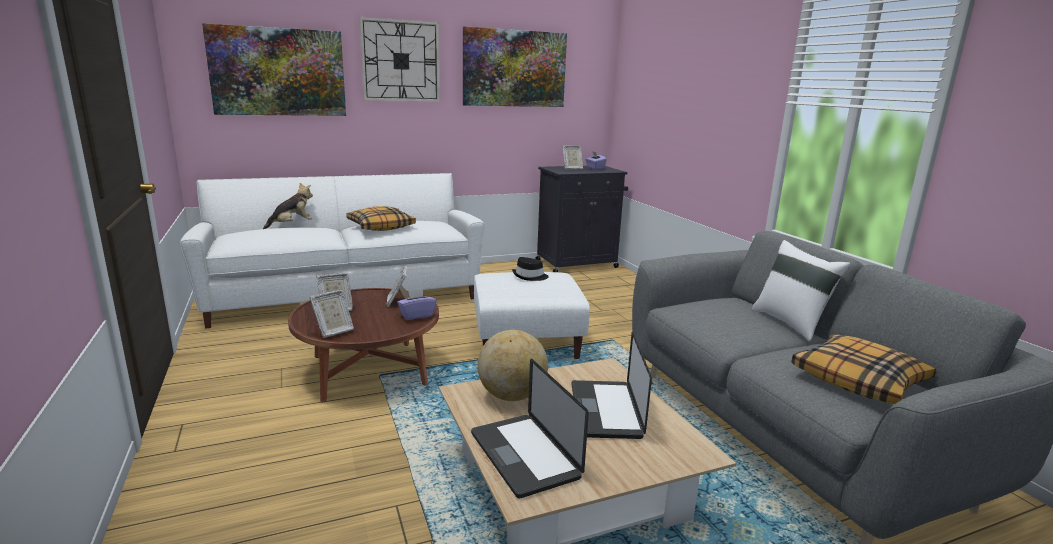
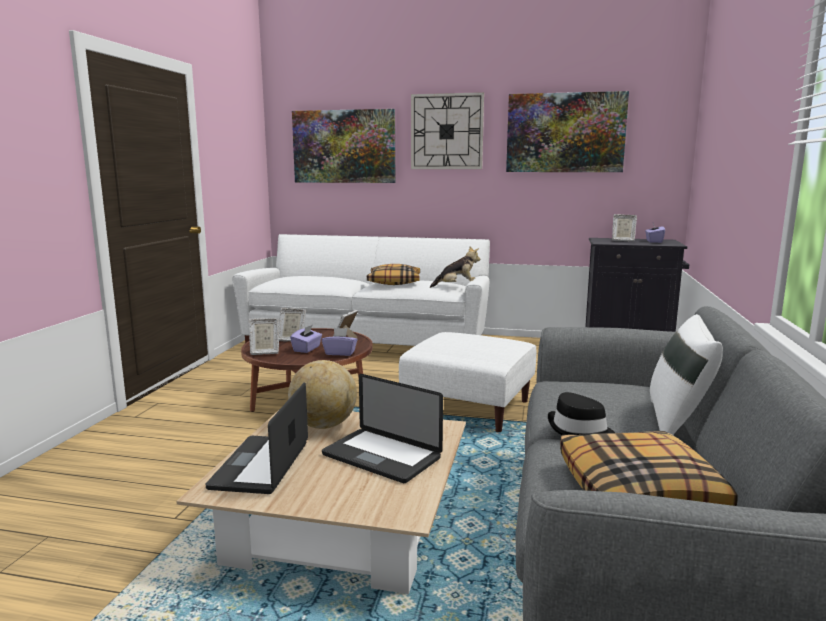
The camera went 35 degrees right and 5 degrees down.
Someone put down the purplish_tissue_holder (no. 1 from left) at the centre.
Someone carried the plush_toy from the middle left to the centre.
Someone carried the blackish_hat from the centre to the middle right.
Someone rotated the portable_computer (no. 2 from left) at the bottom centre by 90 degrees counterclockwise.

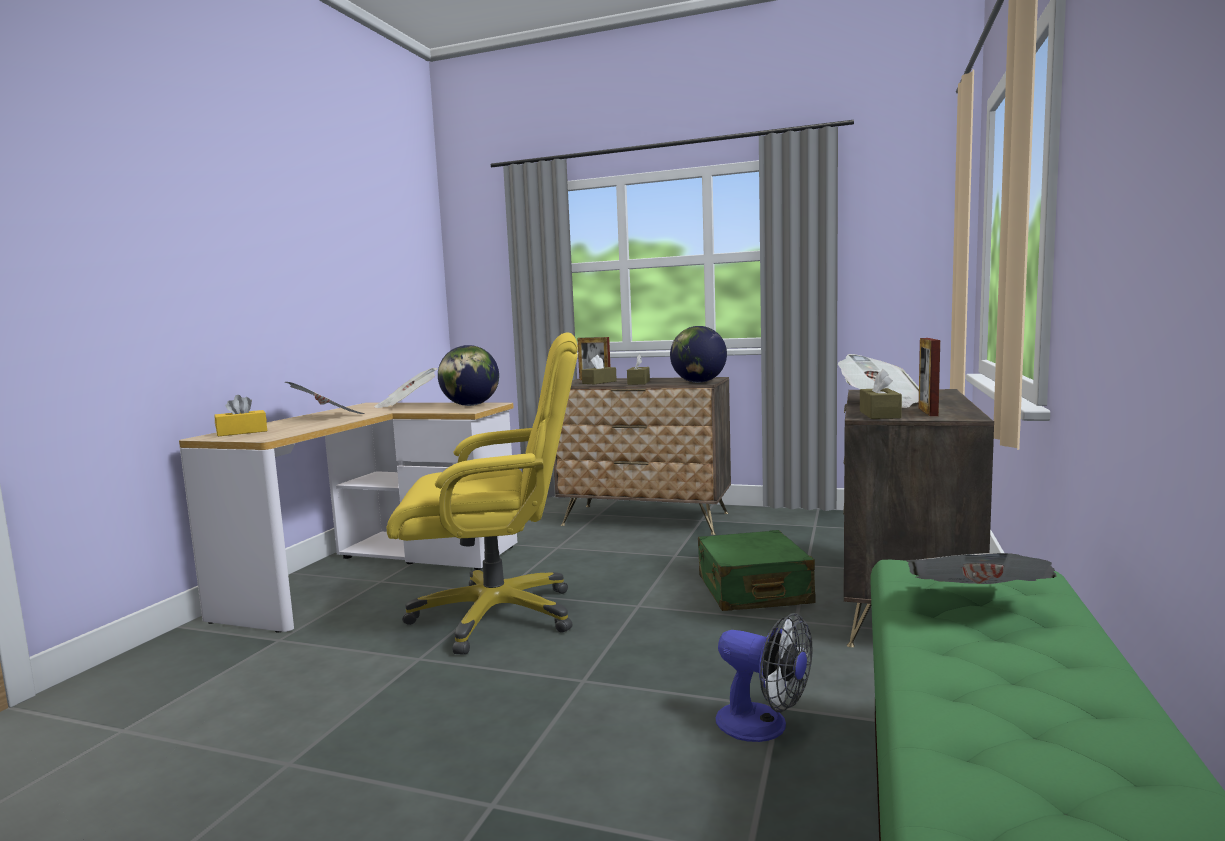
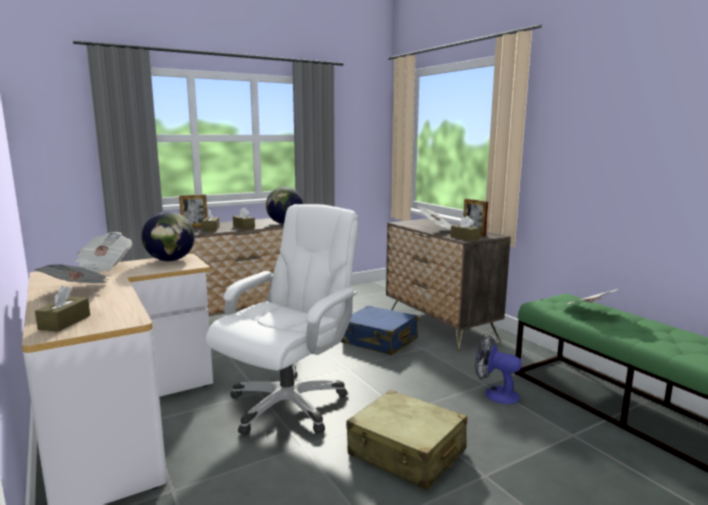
The camera went 50 degrees left and 5 degrees up.
Someone put down the beige-coloured_piece_of_luggage at the bottom centre.
Someone repainted the yellow-coloured_tissue_holder at the middle left, which became the brown-coloured_tissue_holder (no. 1 from left) at the middle left.
Someone repainted the yellow-coloured_computer_chair at the centre, which became the whitish_computer_chair at the centre.
Someone repainted the green_piece_of_luggage at the bottom centre, which became the blue_piece_of_luggage at the centre.
Someone rotated the cooling_fan at the bottom centre by 135 degrees counterclockwise.

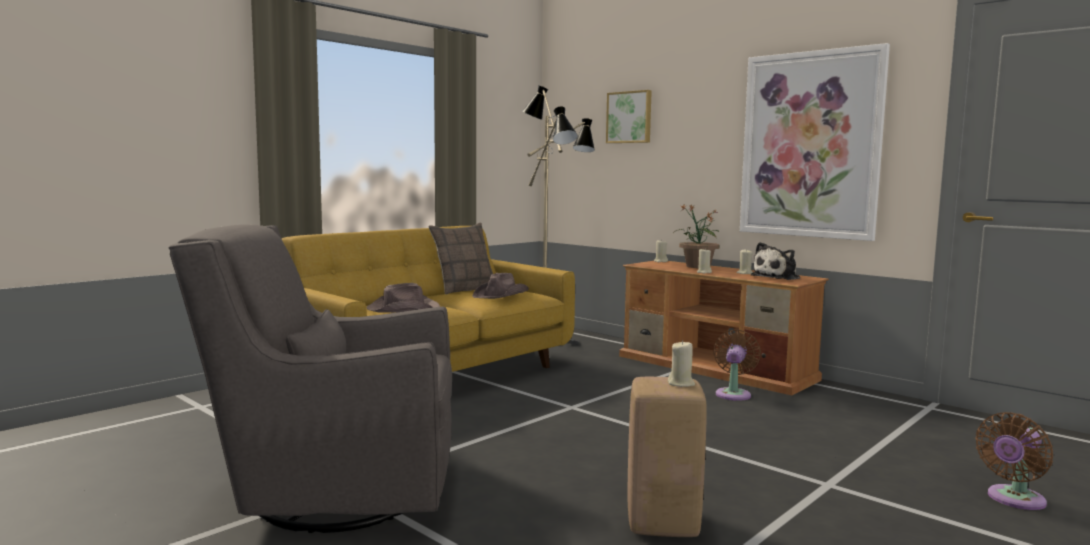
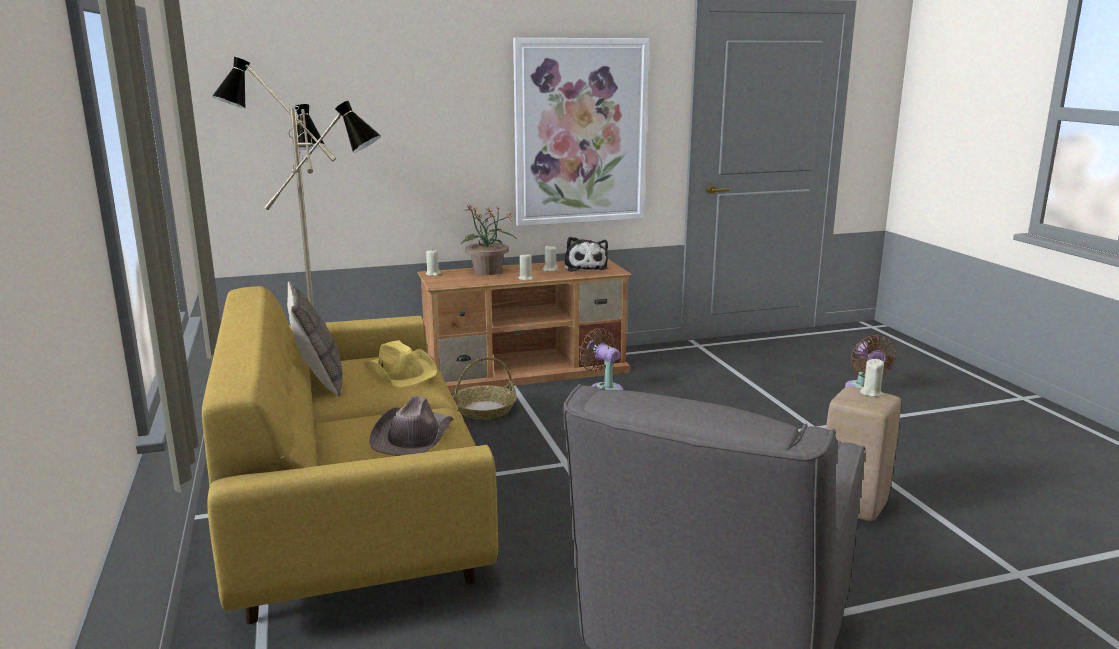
The camera went 60 degrees left and 10 degrees up.
Someone took away the wall_picture (no. 1 from left) at the top centre.
Someone put down the household_basket at the centre.
Someone repainted the brown-coloured_hat (no. 2 from left) at the centre, which became the yellow-coloured_hat at the centre.

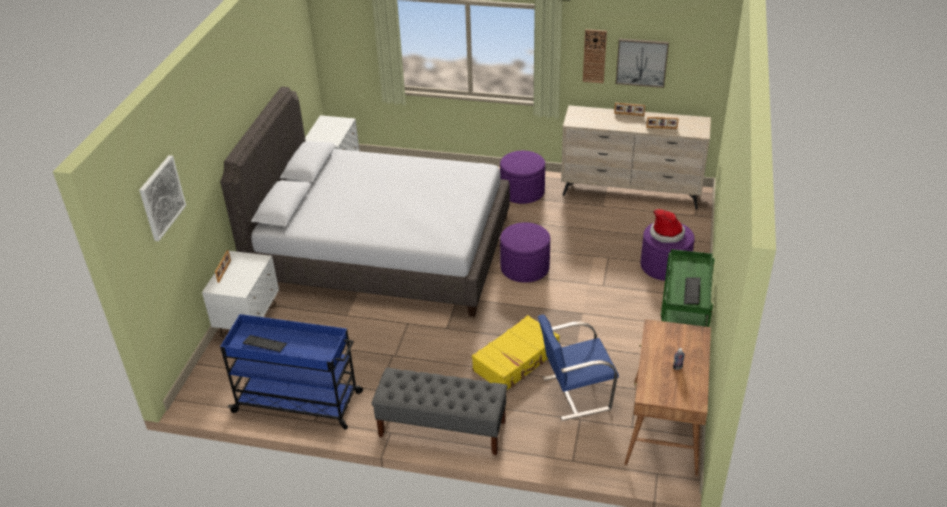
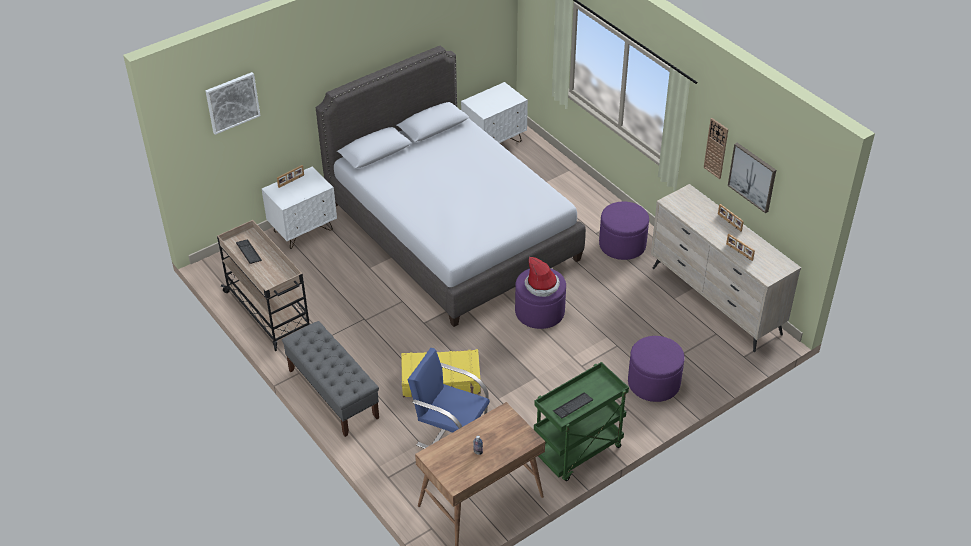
The camera went 40 degrees right and 5 degrees up.
Someone carried the hat from the middle right to the centre.
Someone repainted the blue_trolley at the bottom left, which became the beige-coloured_trolley at the middle left.

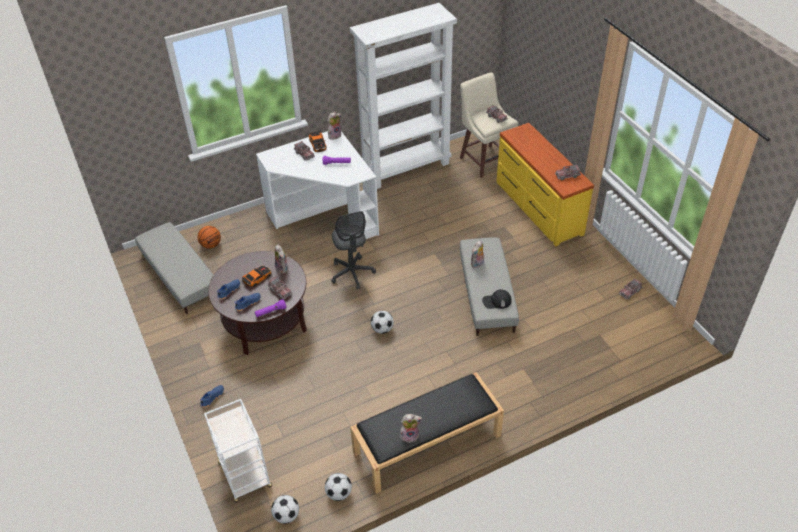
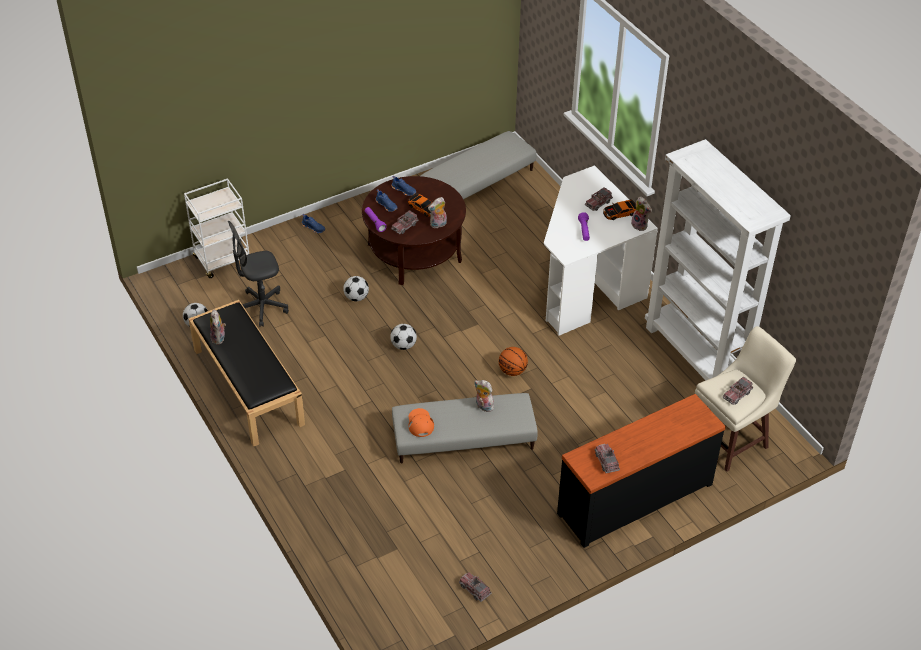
The camera went 85 degrees right and 0 degrees up.
Someone carried the basketball from the middle left to the centre.
Someone carried the football_ball (no. 1 from left in the first image) from the bottom centre to the centre.
Someone carried the gray_computer_chair from the centre to the middle left.
Someone repainted the blackish_cap at the centre, which became the orange_cap at the centre.
Someone repainted the yellow-coloured_drawer_chest at the middle right, which became the blackish_drawer_chest at the bottom right.

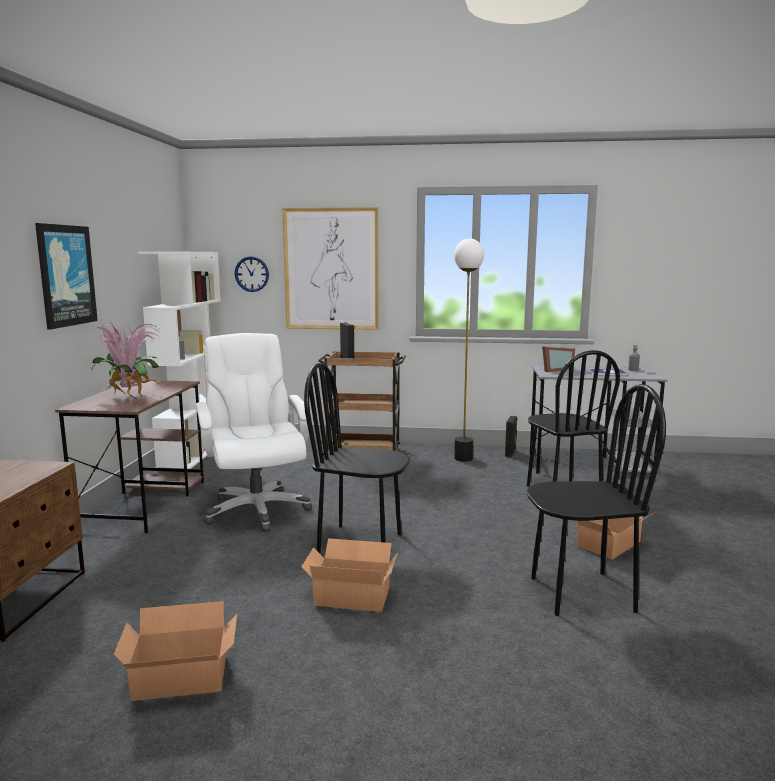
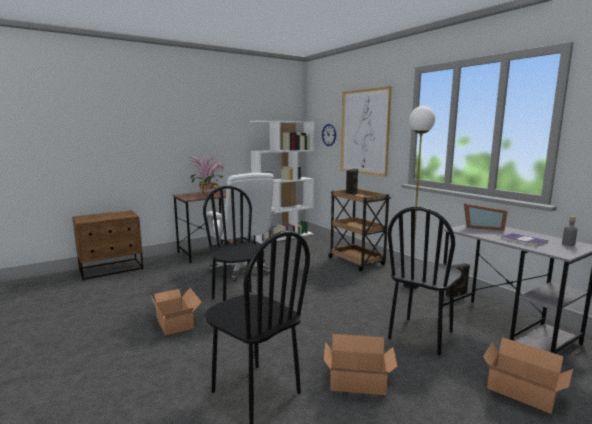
The camera went 50 degrees right and 0 degrees up.
Someone took away the wall_picture (no. 1 from left) at the middle left.
Someone carried the packing_box (no. 1 from left in the first image) from the bottom left to the bottom right.
Someone rotated the whitish_computer_chair at the middle left by 120 degrees clockwise.

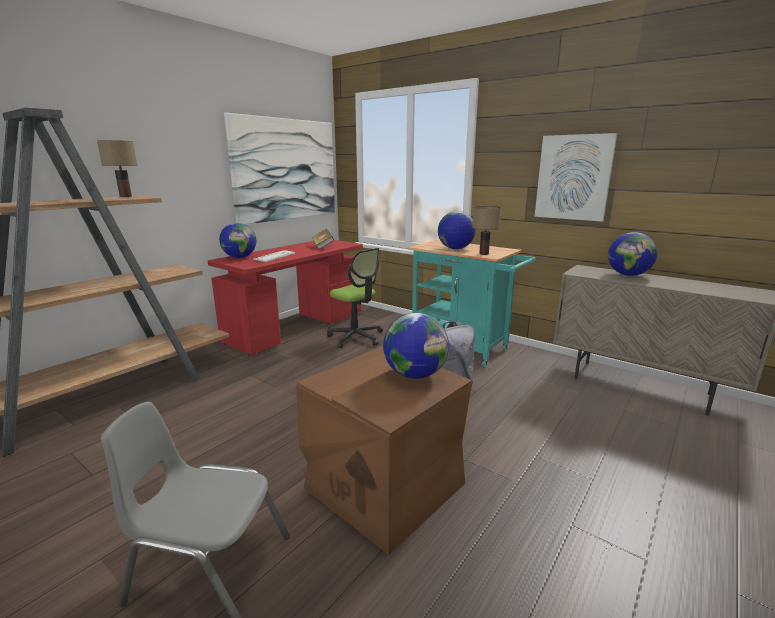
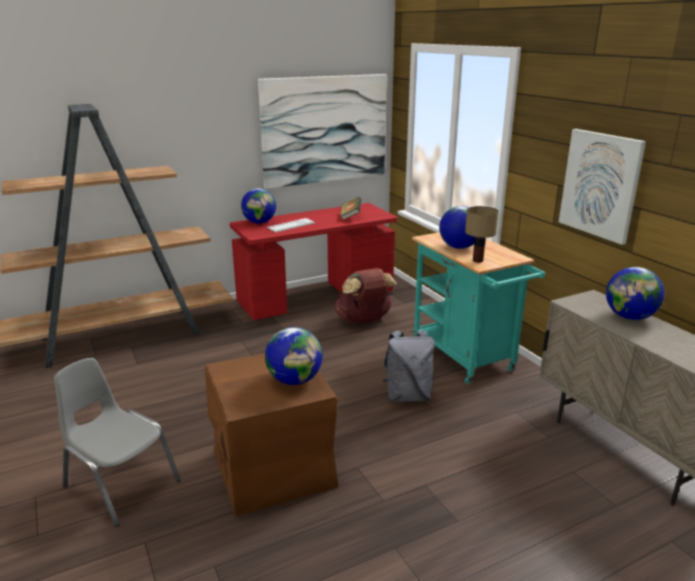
The camera went 25 degrees right and 5 degrees up.
Someone took away the table_lamp (no. 1 from left) at the top left.
Someone swapped the computer_chair at the centre for the brown-coloured_rucksack at the centre.

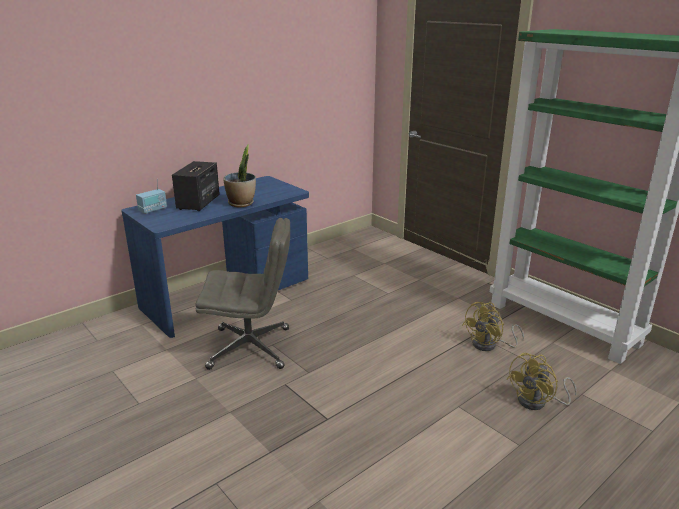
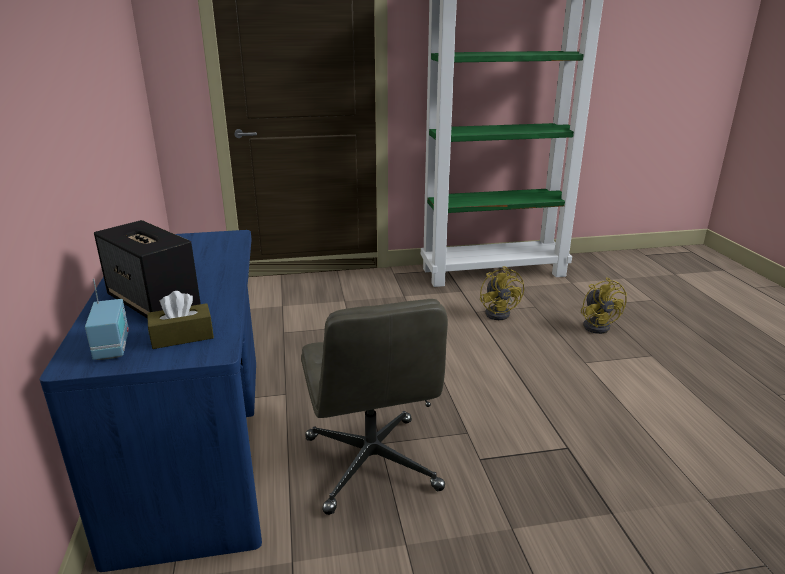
The camera went 60 degrees left and 0 degrees up.
Someone took away the potted_plant at the centre.
Someone put down the brown-coloured_tissue_holder at the middle left.
Someone rotated the gray_computer_chair at the centre by 135 degrees clockwise.

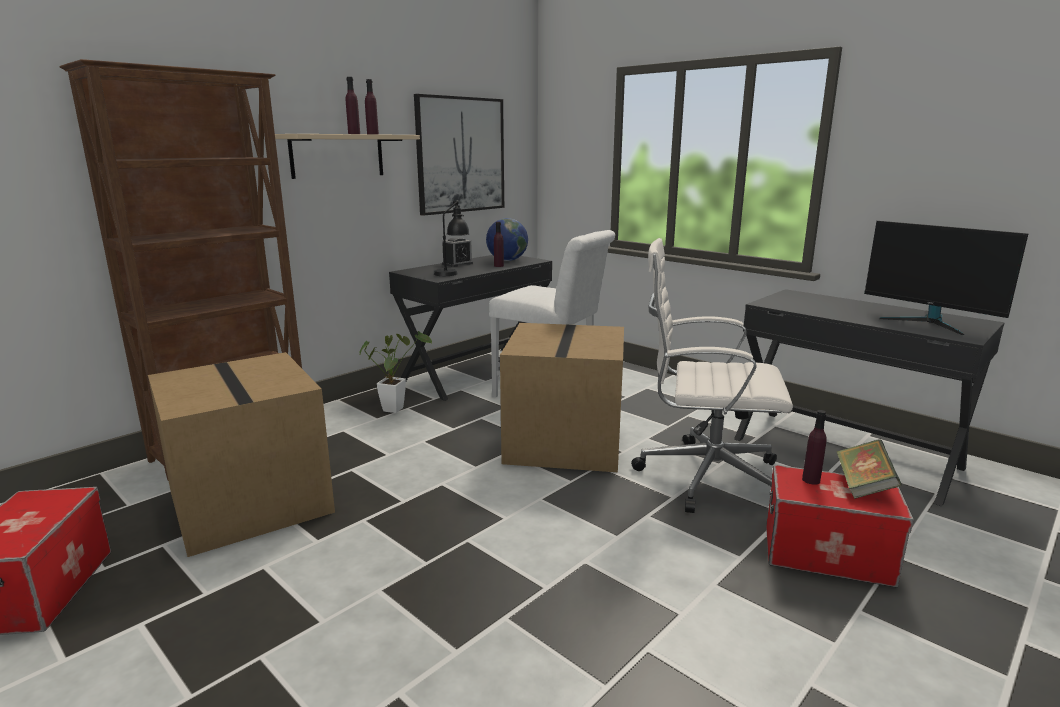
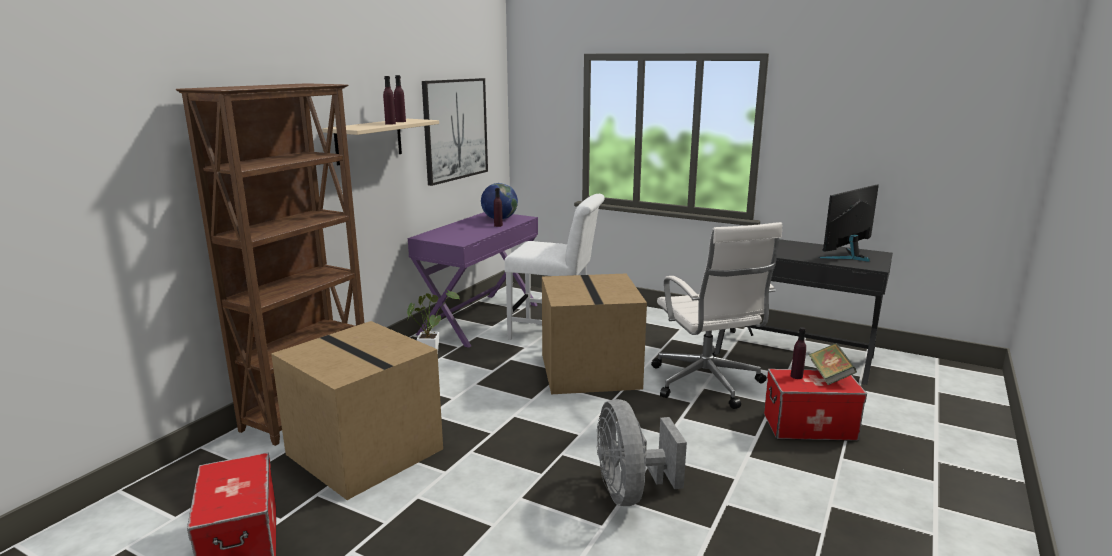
The camera went 15 degrees left and 0 degrees up.
Someone took away the blackish_table_lamp at the centre.
Someone took away the table_clock at the centre.
Someone put down the gray_cooling_fan at the bottom centre.
Someone repainted the blackish_desk_table (no. 1 from left) at the centre, which became the purplish_desk_table at the centre.
Someone rotated the whitish_computer_chair at the middle right by 105 degrees counterclockwise.
Someone rotated the computer_screen at the middle right by 105 degrees clockwise.

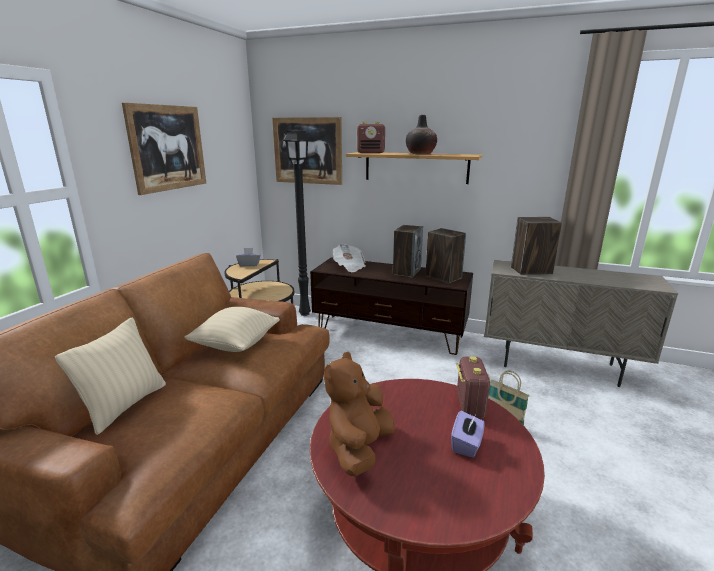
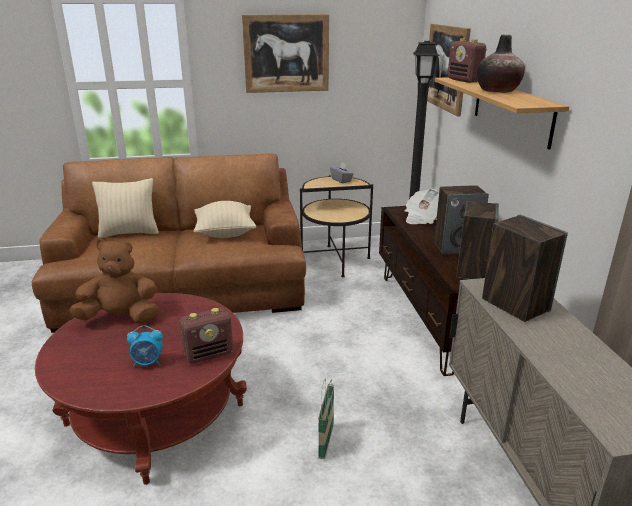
The camera went 60 degrees right and 5 degrees up.
Someone swapped the purplish_tissue_holder at the bottom centre for the table_clock at the bottom left.

